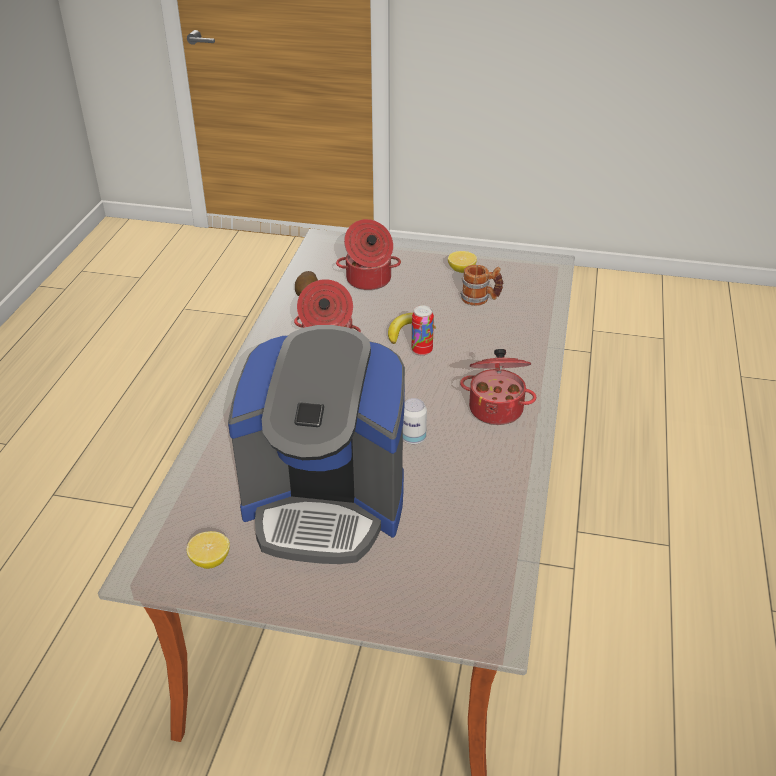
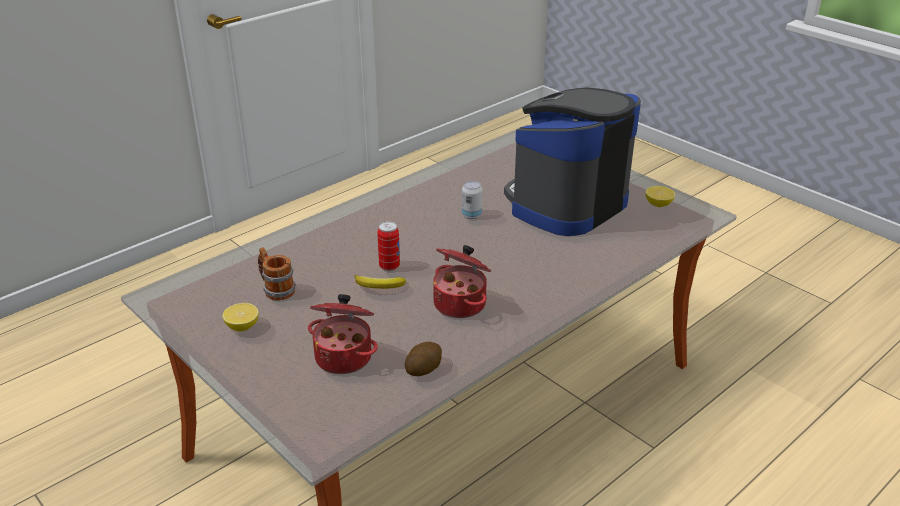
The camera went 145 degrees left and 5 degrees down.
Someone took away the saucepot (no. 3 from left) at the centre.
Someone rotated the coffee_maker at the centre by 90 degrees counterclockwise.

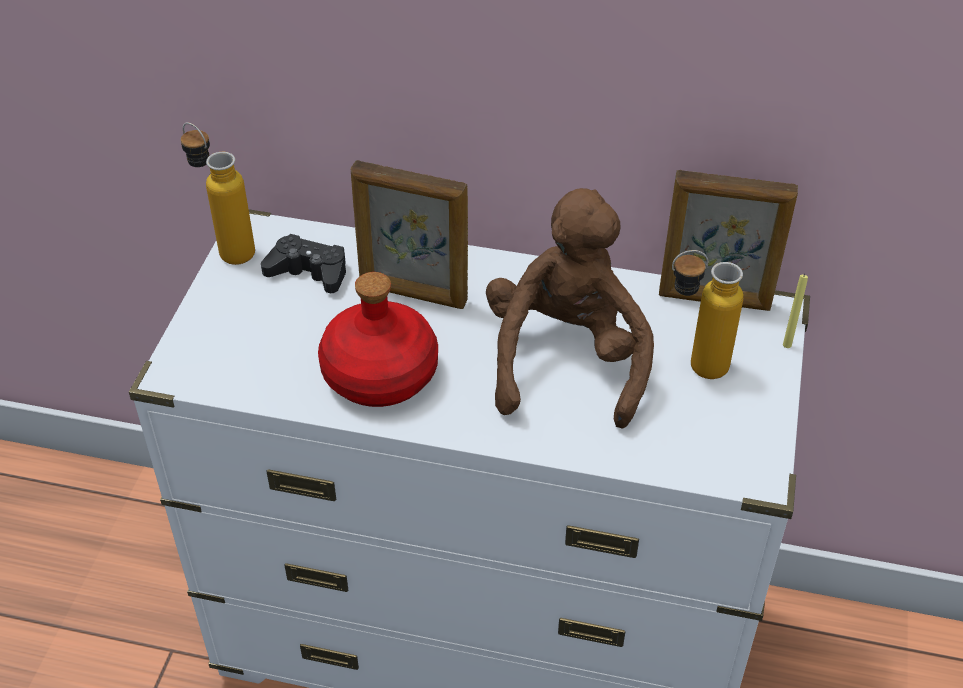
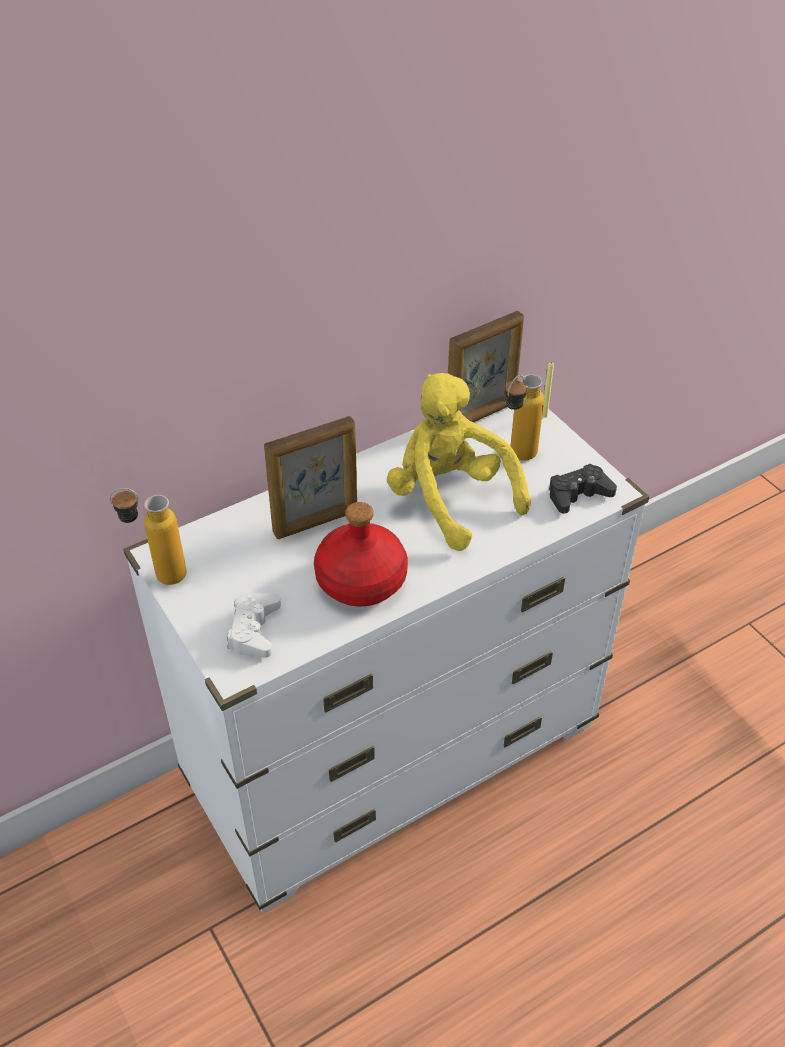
The camera went 45 degrees left and 0 degrees up.
Someone put down the whitish_joypad at the middle left.
Someone carried the blackish_joypad from the middle left to the middle right.
Someone repainted the brown-coloured_plush_toy at the centre, which became the yellow-coloured_plush_toy at the centre.

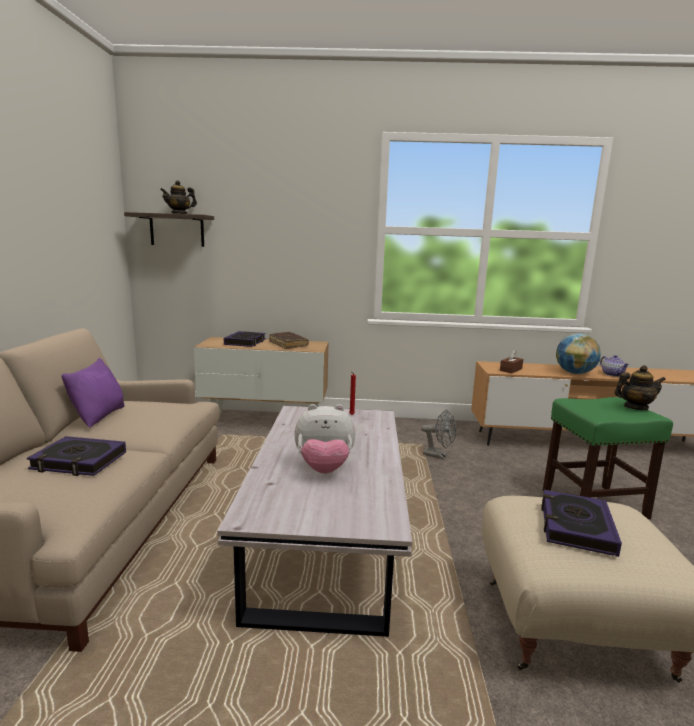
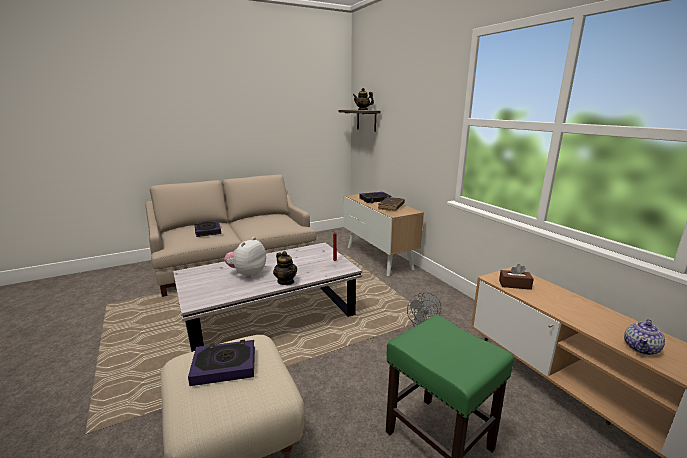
The camera went 60 degrees right and 5 degrees up.
Someone took away the purplish_cushion at the middle left.
Someone took away the desk_globe at the middle right.
Someone carried the pot_for_tea (no. 3 from left in the first image) from the middle right to the centre.
Someone rotated the plush_toy at the centre by 60 degrees clockwise.

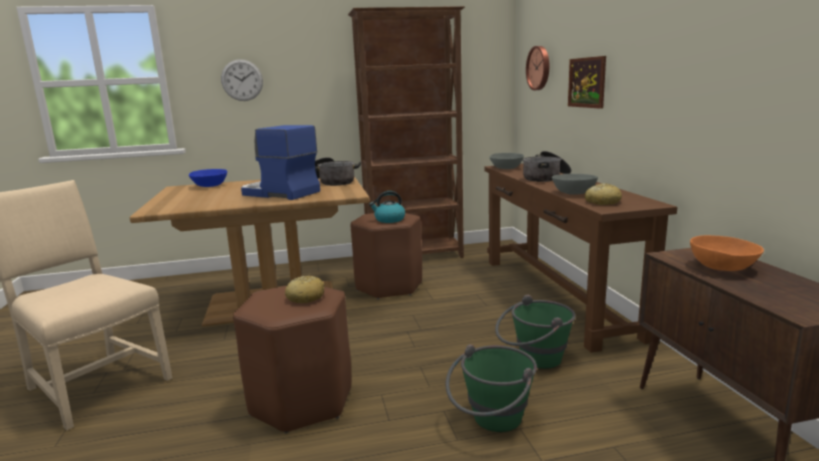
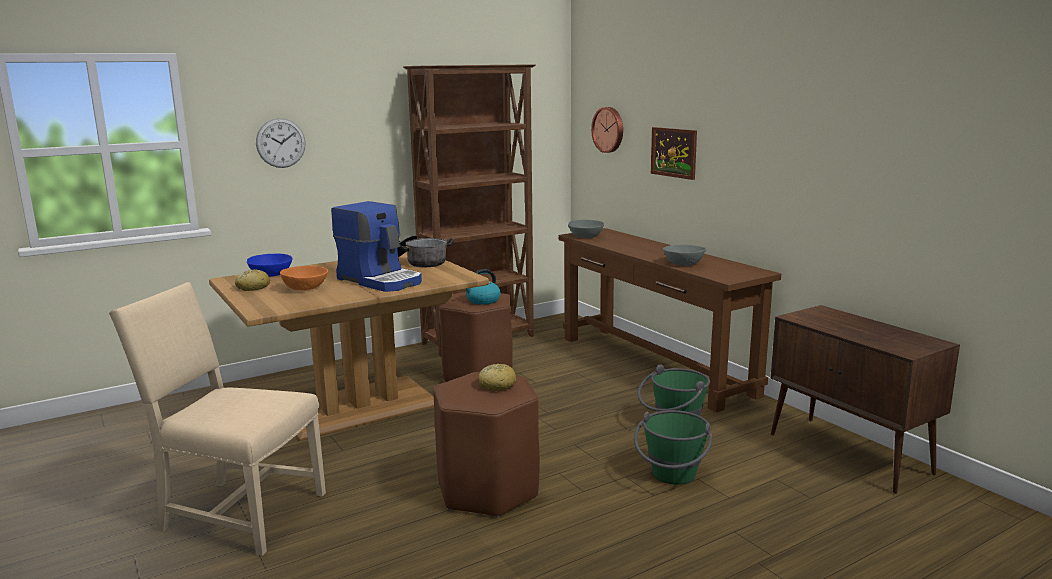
The camera went 20 degrees left and 0 degrees up.
Someone took away the saucepot (no. 2 from left) at the middle right.
Someone carried the baked_bread (no. 2 from left in the first image) from the middle right to the middle left.
Someone carried the orange_deep_dish from the middle right to the middle left.
Someone rotated the coffee_maker at the centre by 150 degrees counterclockwise.

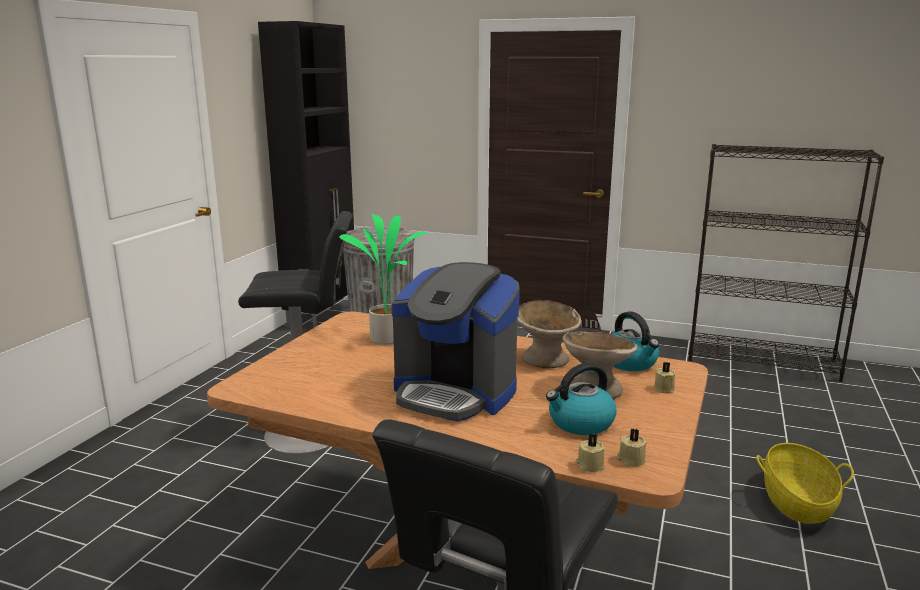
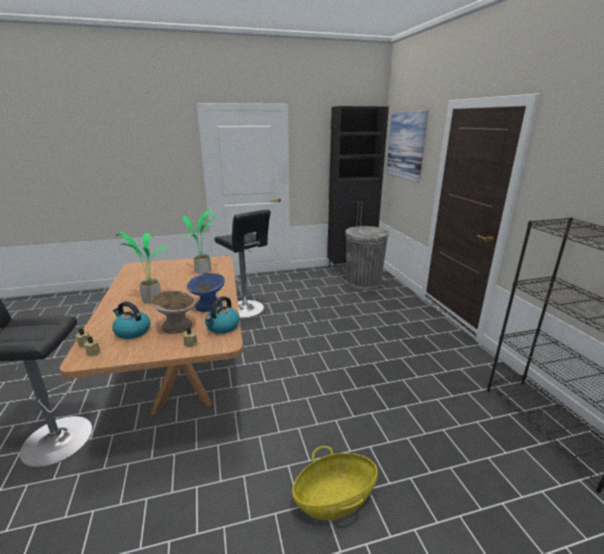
The camera went 55 degrees right and 5 degrees up.
Someone put up the wall_picture at the top right.
Someone swapped the coffee_maker at the centre for the potted_plant (no. 1 from left) at the middle left.
Someone repainted the beige-coloured_deep_dish (no. 1 from left) at the centre, which became the blue_deep_dish at the centre.

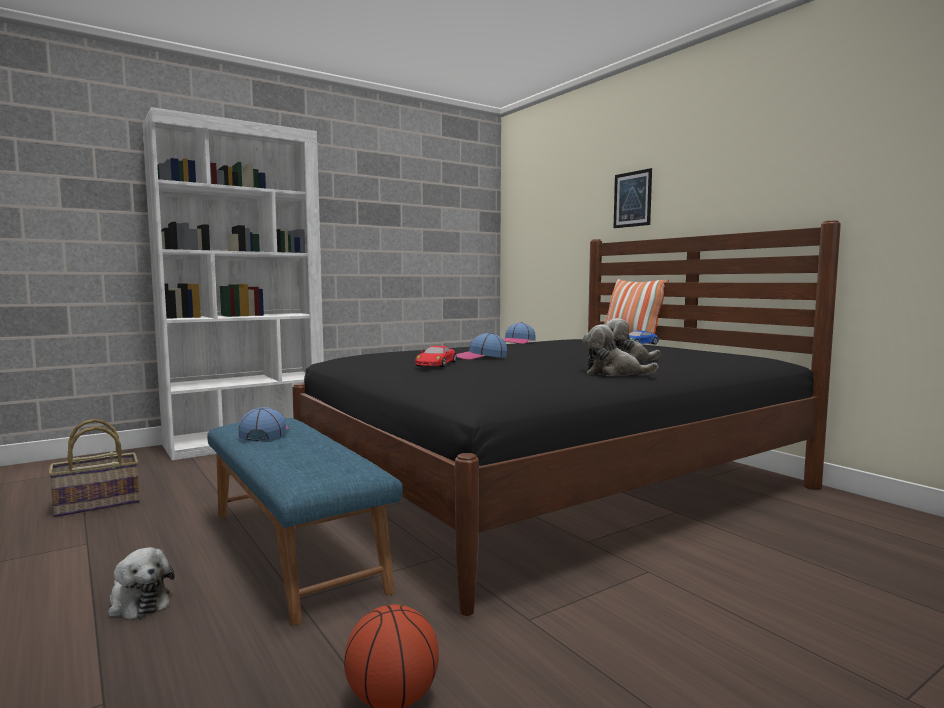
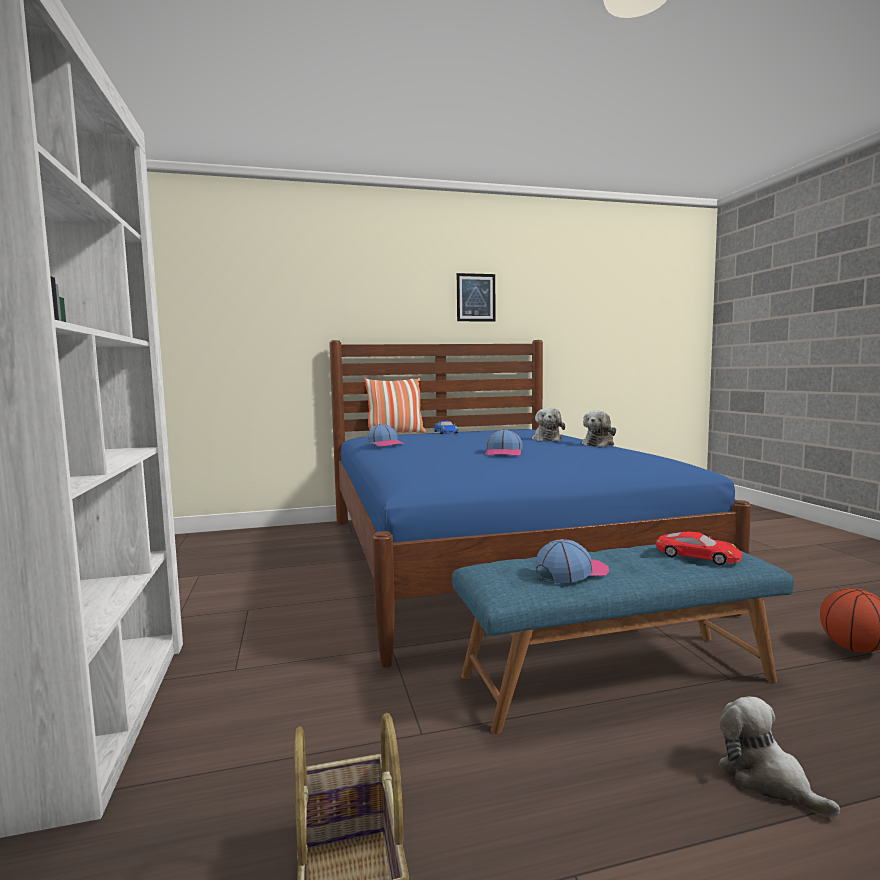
The camera went 70 degrees left and 0 degrees up.
Someone carried the red-coloured_model_car from the centre to the middle right.
Someone carried the wall_picture from the top right to the centre.
Someone repainted the blackish_sleeping_bed at the centre, which became the blue_sleeping_bed at the centre.
Someone rotated the plush_toy (no. 1 from left in the first image) at the bottom left by 90 degrees counterclockwise.
Someone rotated the cap (no. 1 from left in the first image) at the middle left by 135 degrees clockwise.

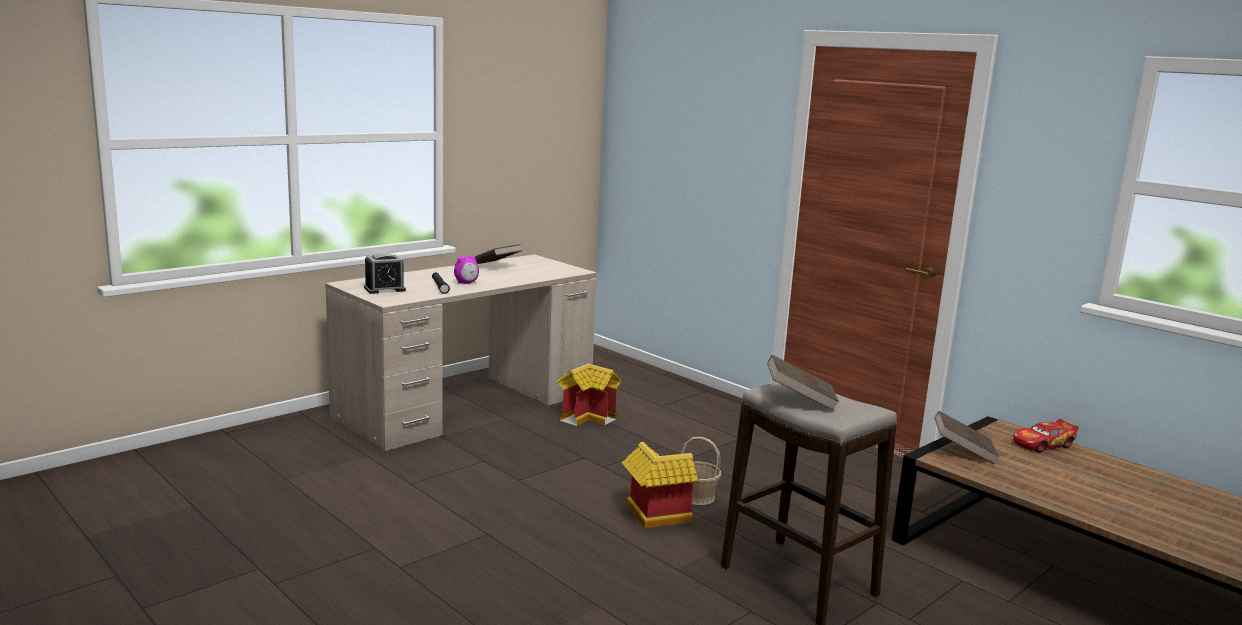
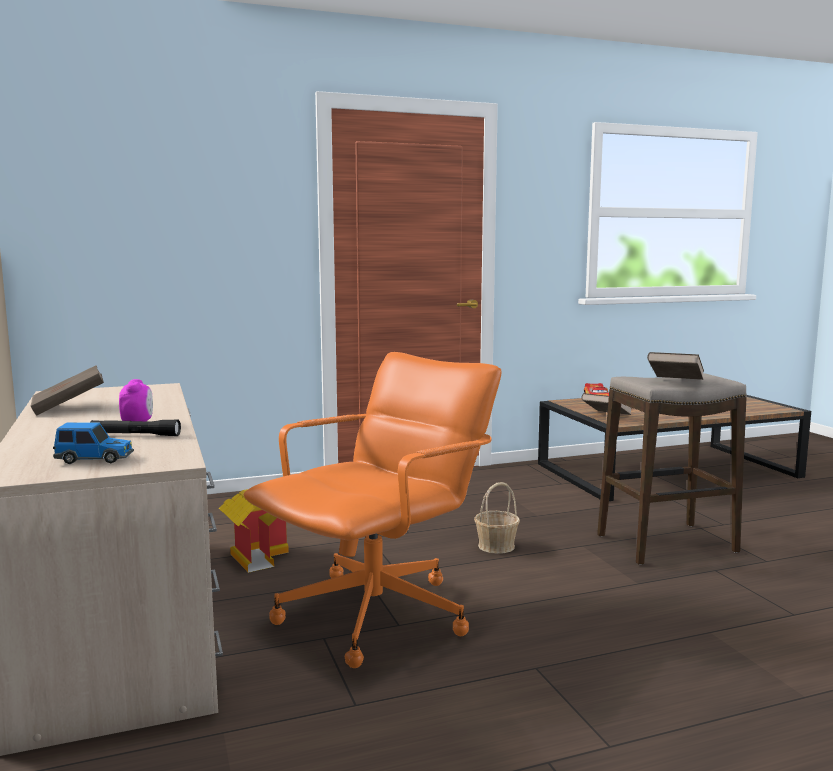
The camera went 65 degrees left and 5 degrees down.
Someone took away the miniature_house (no. 2 from left) at the bottom centre.
Someone put down the orange_computer_chair at the centre.
Someone swapped the table_clock (no. 1 from left) at the middle left for the model_car (no. 1 from left) at the middle left.

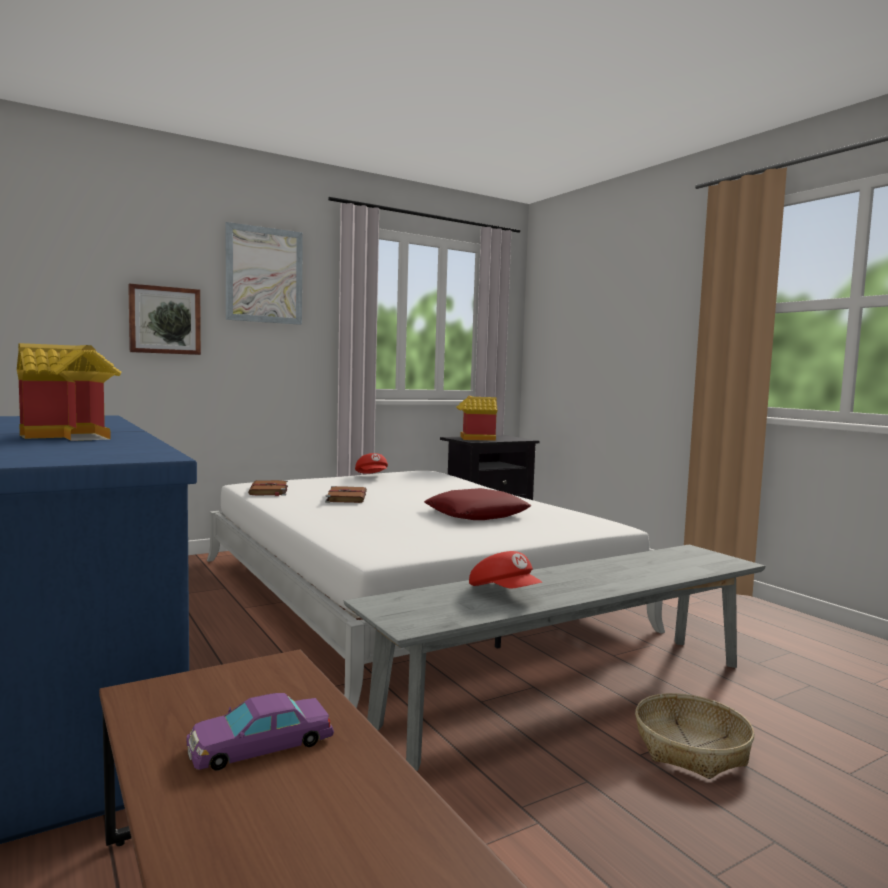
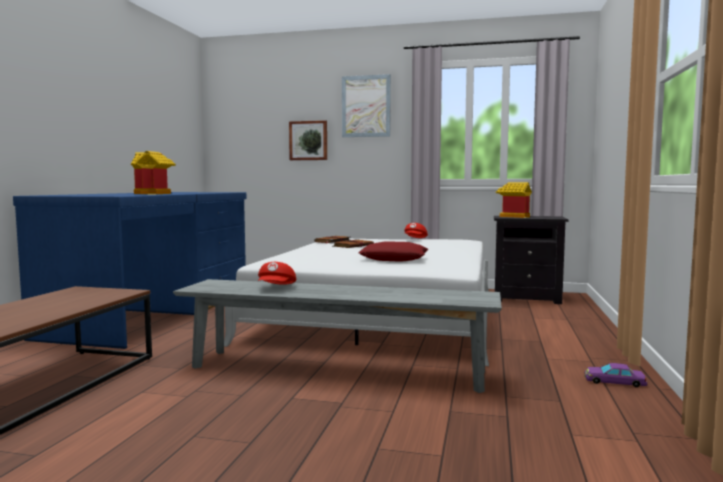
The camera went 45 degrees right and 0 degrees up.
Someone took away the household_basket at the bottom right.
Someone carried the purplish_model_car from the bottom left to the bottom right.

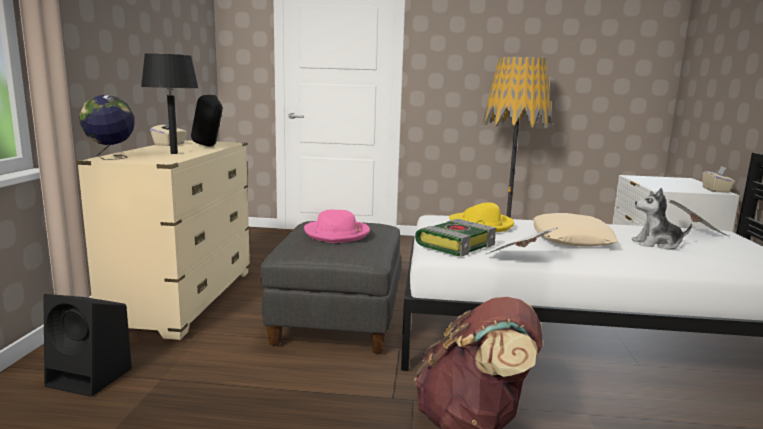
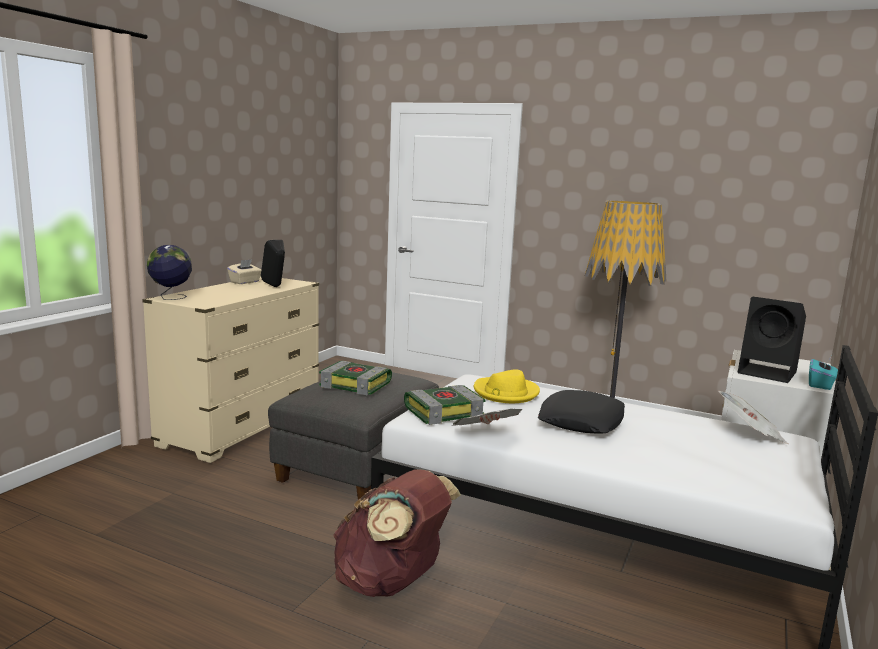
The camera went 20 degrees right and 0 degrees up.
Someone took away the blackish_table_lamp at the top left.
Someone took away the plush_toy at the middle right.
Someone carried the blackish_speaker (no. 1 from left in the first image) from the bottom left to the middle right.
Someone swapped the pinkish_hat at the centre for the volume (no. 1 from left) at the centre.
Someone repainted the beige-coloured_cushion at the middle right, which became the blackish_cushion at the centre.
Someone repainted the beige-coloured_tissue_holder (no. 2 from left) at the middle right, which became the blue-green_tissue_holder at the middle right.

